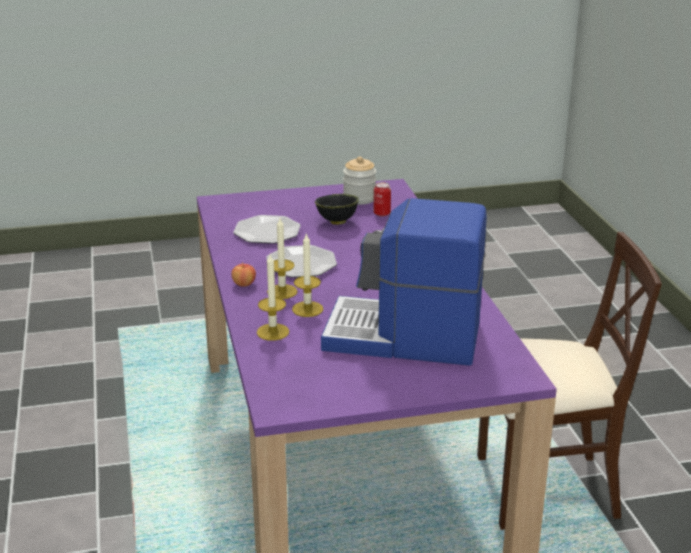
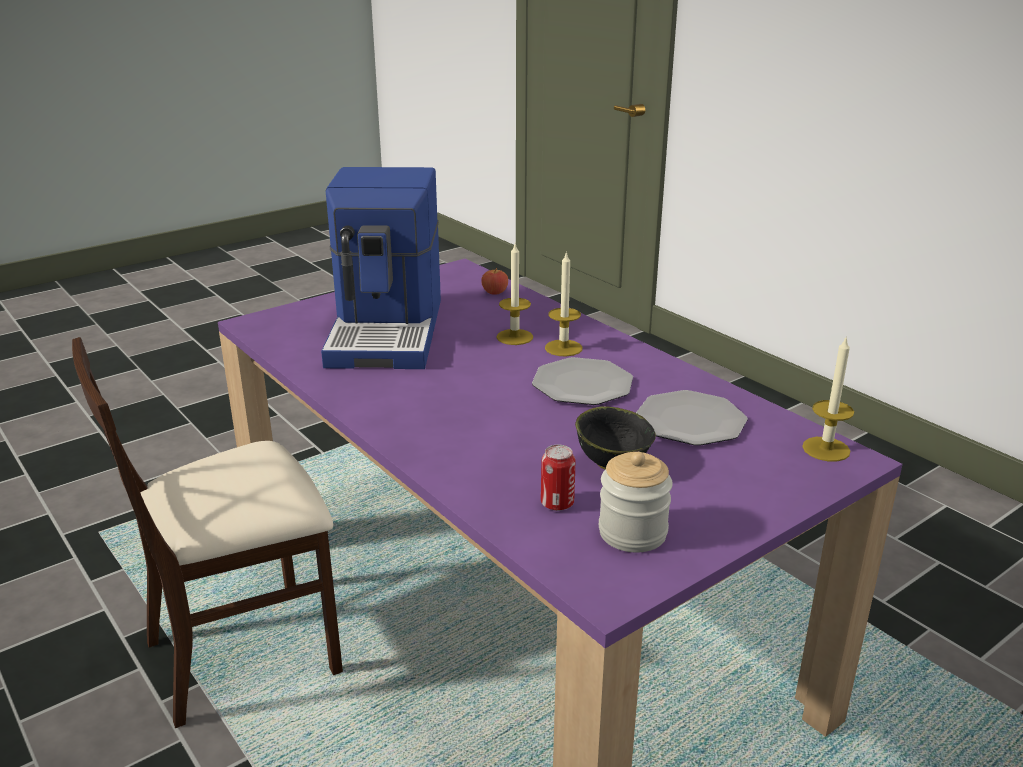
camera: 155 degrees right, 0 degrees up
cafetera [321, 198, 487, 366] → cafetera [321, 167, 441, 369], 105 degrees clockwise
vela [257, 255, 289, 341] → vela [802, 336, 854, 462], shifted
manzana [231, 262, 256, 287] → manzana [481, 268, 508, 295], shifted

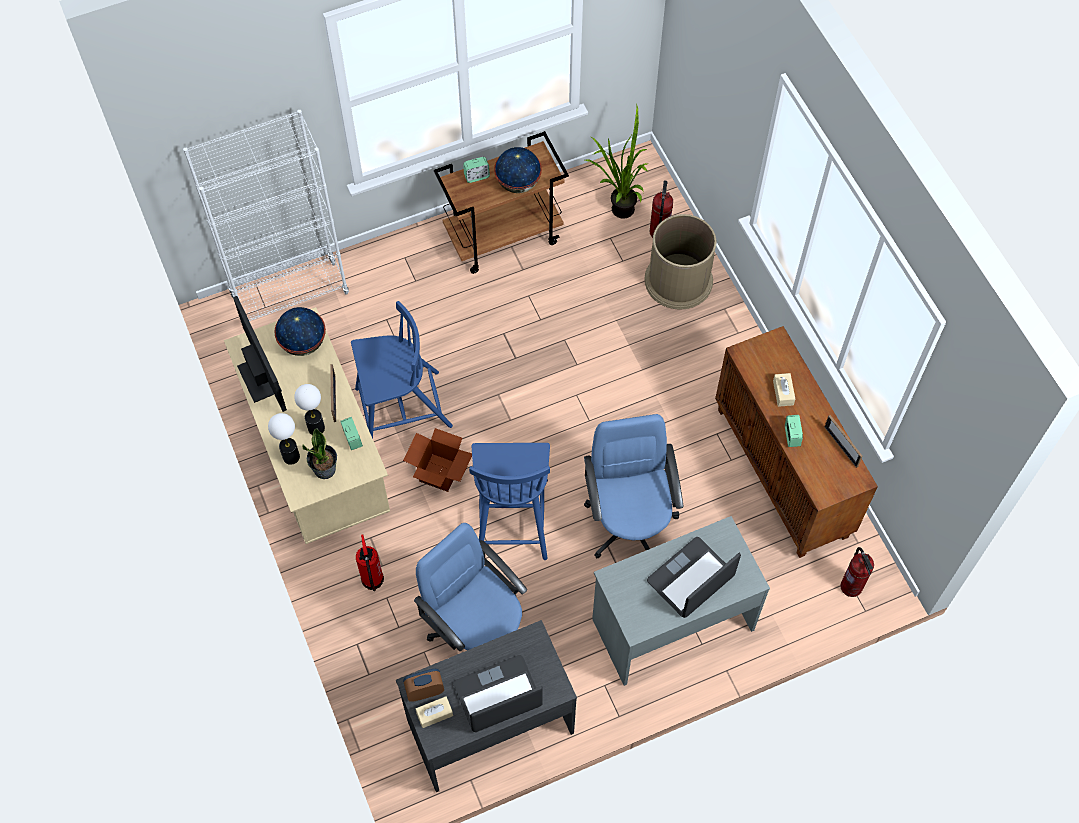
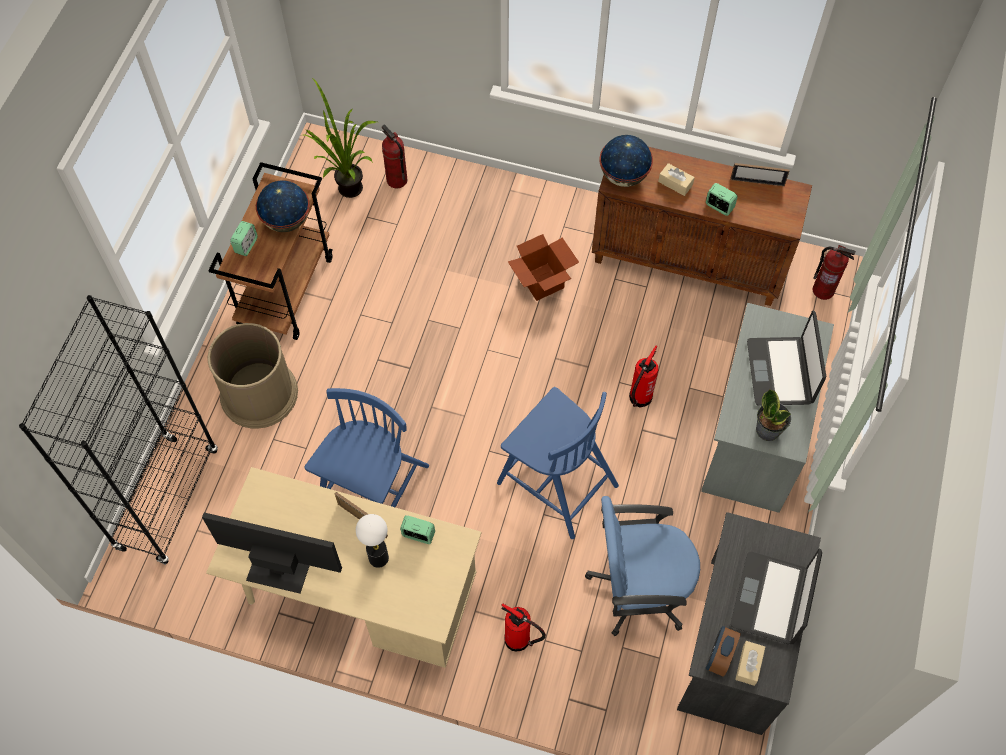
camera: 50 degrees left, 0 degrees up
estantería [blanco] [183, 110, 349, 321] → estantería [negro] [19, 295, 218, 565]
papelera [marrón] [644, 214, 717, 310] → papelera [marrón] [207, 323, 298, 429], shifted
globo terráqueo [274, 307, 326, 356] → globo terráqueo [599, 135, 653, 187], shifted
lámpara de mesa [268, 413, 300, 465] → -
silla de oficina [azul] [584, 414, 684, 558] → extintor [629, 346, 659, 407]
planta en maceta [302, 428, 337, 479] → planta en maceta [756, 389, 791, 441], shifted
caja de cartón [403, 428, 472, 492] → caja de cartón [508, 234, 579, 301], shifted

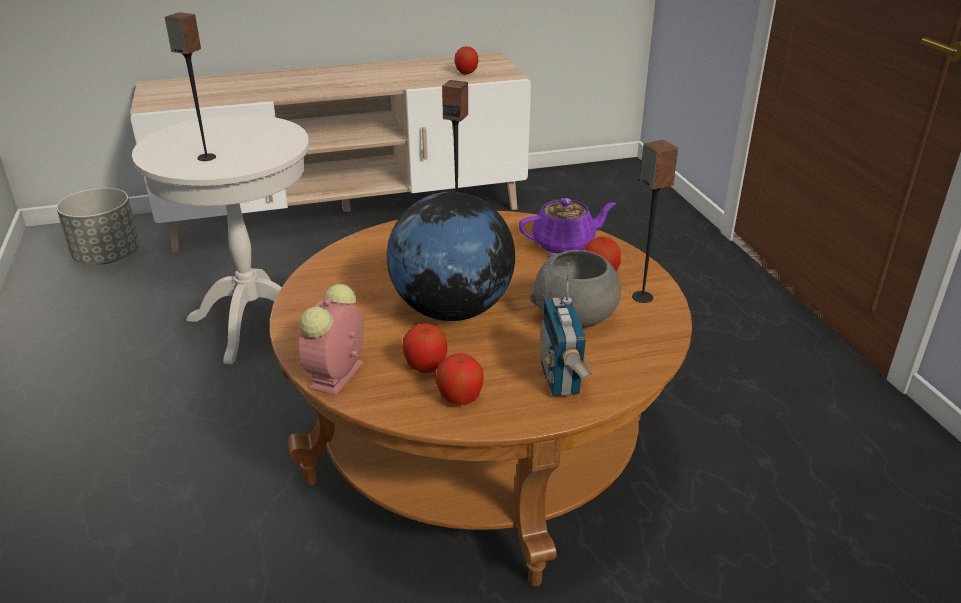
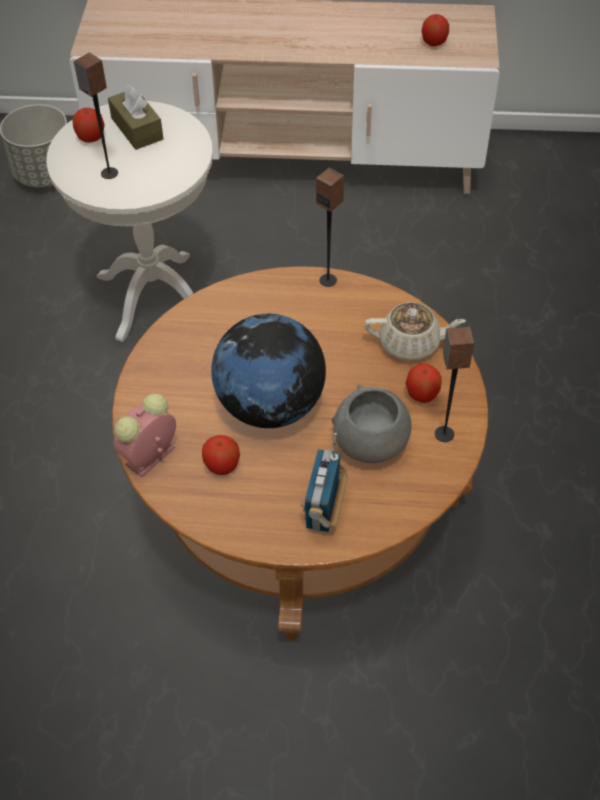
camera: 20 degrees right, 20 degrees up
tetera [morado] [519, 198, 616, 253] → tetera [beis] [364, 302, 466, 361]
manzana [436, 353, 483, 405] → manzana [72, 108, 105, 142], shifted
- → caja de pañuelos [marrón] [108, 85, 164, 150]

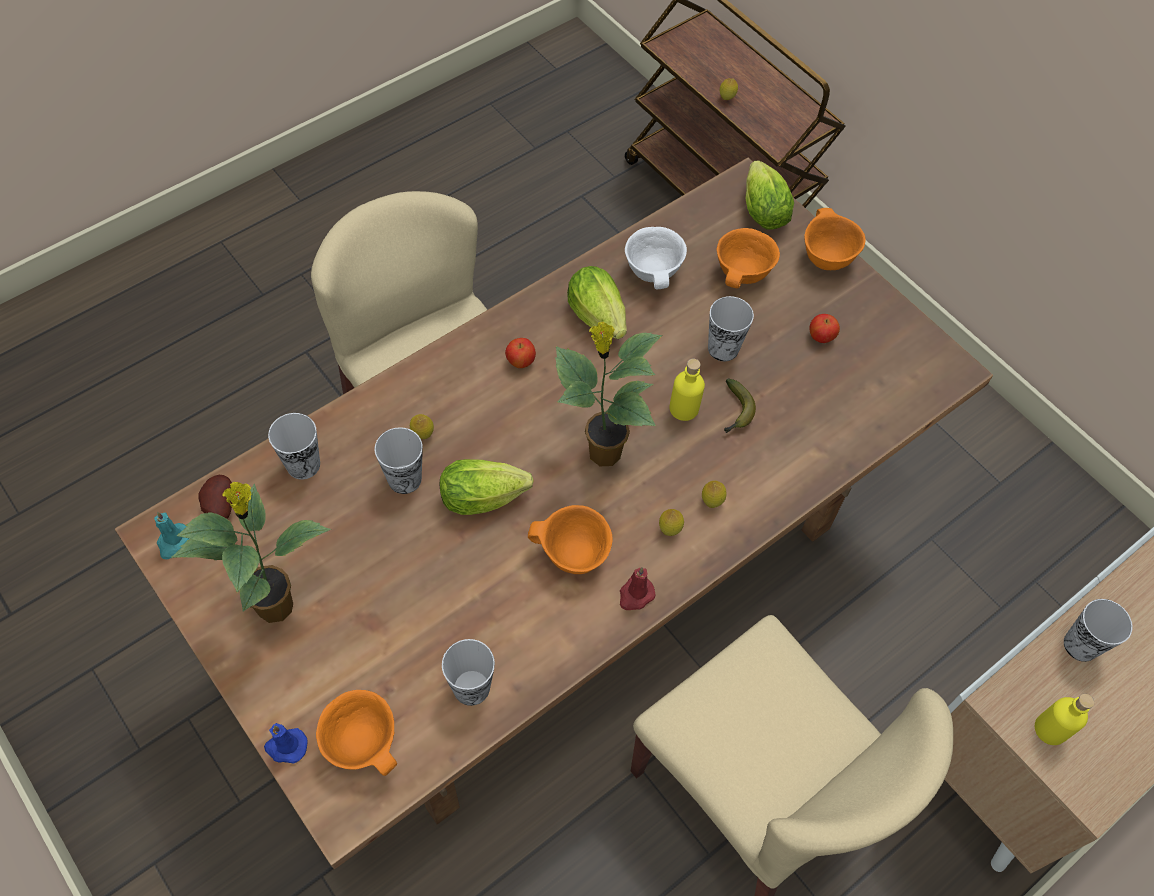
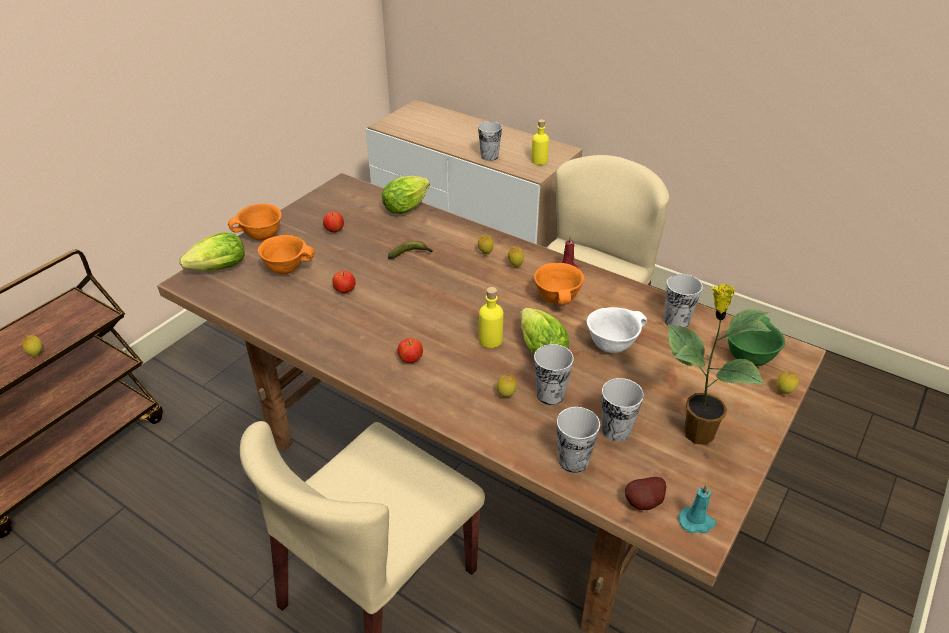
camera: 105 degrees left, 20 degrees down
cuenco [blanco] [625, 227, 687, 289] → cuenco [blanco] [587, 307, 647, 353], shifted
lechuga [567, 266, 627, 339] → lechuga [382, 176, 430, 214], shifted
taza [708, 296, 754, 361] → taza [602, 378, 644, 442], shifted
planta en maceta [555, 322, 663, 466] → -
botella [amarillo] [670, 359, 705, 421] → botella [amarillo] [479, 287, 503, 348], shifted
cuenco [naranja] [316, 690, 397, 776] → cuenco [verde] [727, 316, 785, 366]
vela [azul] [264, 723, 308, 764] → limón [776, 371, 799, 394]
- → manzana [332, 271, 355, 293]

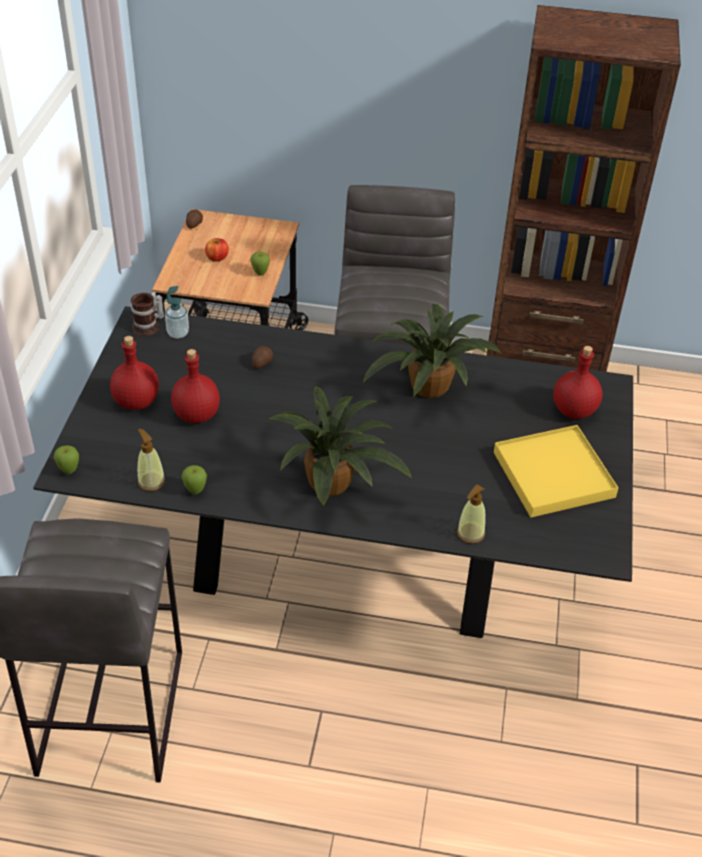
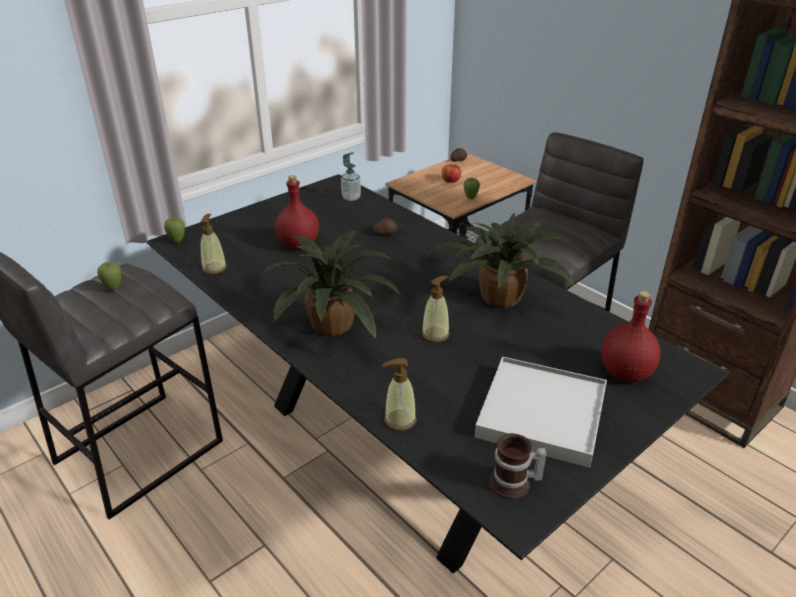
camera: 40 degrees right, 10 degrees down
taza grande [131, 293, 164, 336] → taza grande [489, 433, 546, 499], shifted
botella [rojo] [110, 336, 159, 410] → -
bandeja [amarillo] [494, 425, 618, 517] → bandeja [blanco] [475, 357, 607, 468]
manzana [181, 465, 207, 494] → manzana [97, 262, 121, 291], shifted
- → dispensador de jabón [422, 276, 450, 343]

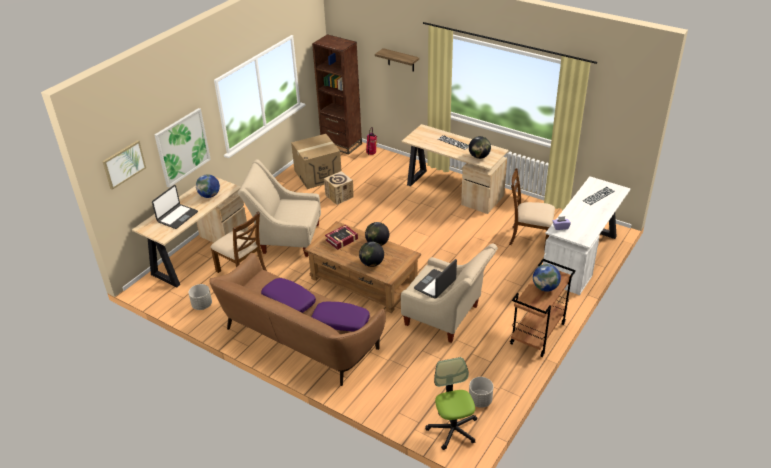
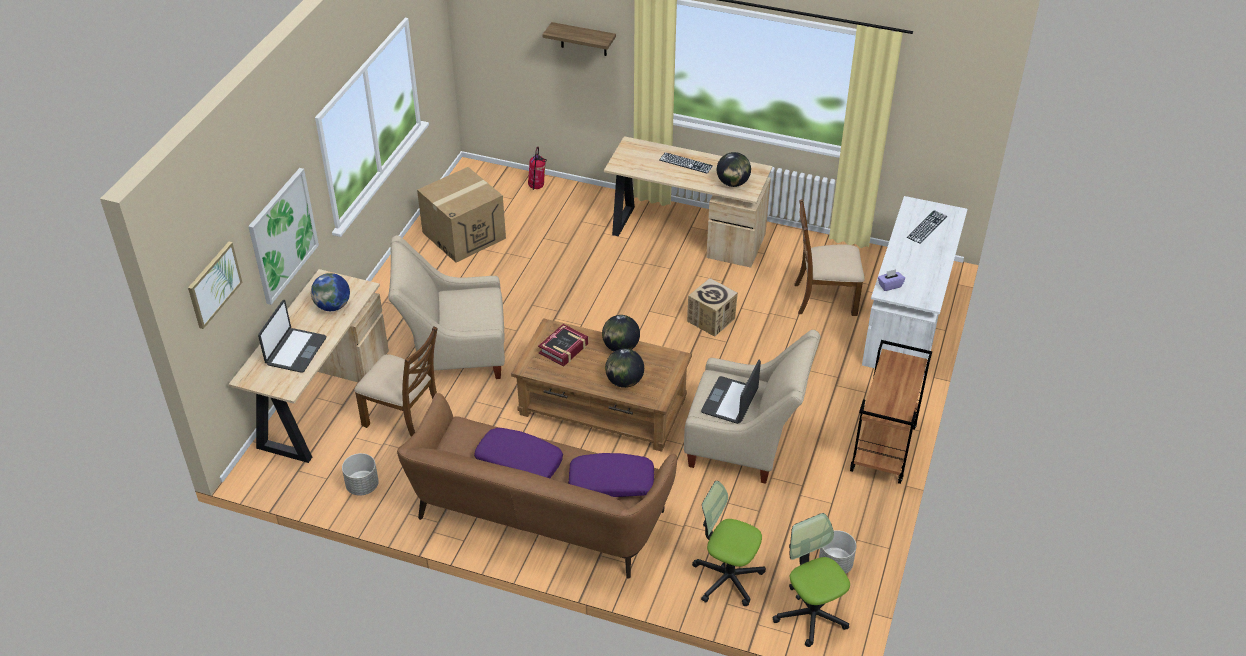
camera: 15 degrees left, 5 degrees up
estantería [marrón] [312, 34, 362, 155] → -
caja de cartón [324, 171, 354, 205] → caja de cartón [687, 278, 738, 337], shifted
globo terráqueo [533, 264, 561, 292] → -
- → silla de oficina [692, 481, 766, 606]

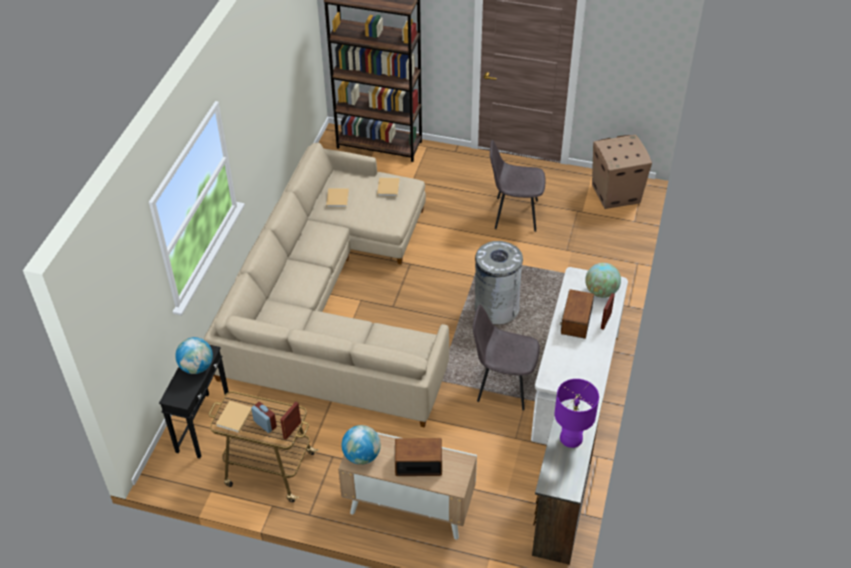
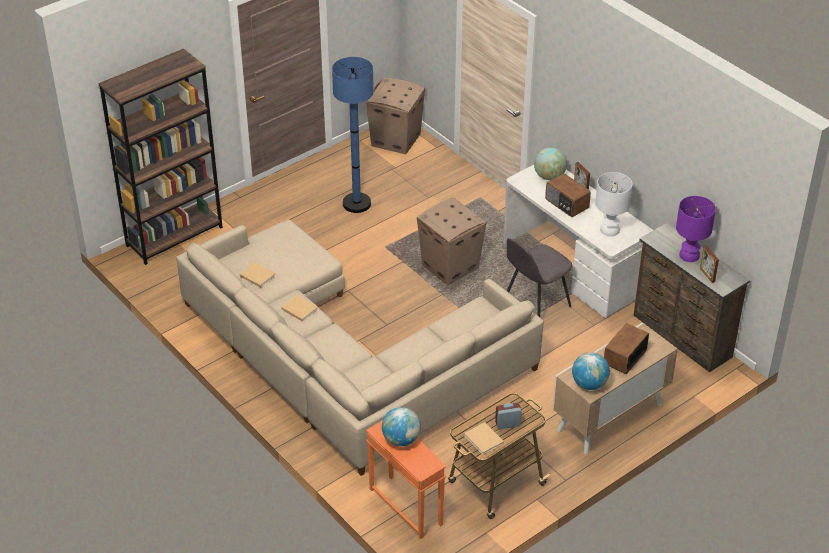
camera: 55 degrees left, 5 degrees down
silla [gris] [490, 140, 545, 232] → lámpara de pie [azul] [332, 57, 374, 213]
libro [beis] [377, 177, 400, 197] → libro [beis] [281, 295, 318, 322], shifted
papelera [gris] [475, 241, 523, 325] → caja de cartón [417, 198, 487, 285]
mesa auxiliar [negro] [159, 345, 229, 458] → mesa auxiliar [naranja] [366, 420, 446, 539]
portarretratos [280, 402, 301, 440] → portarretratos [700, 245, 719, 283], shifted
- → lámpara de mesa [blanco] [595, 172, 632, 237]

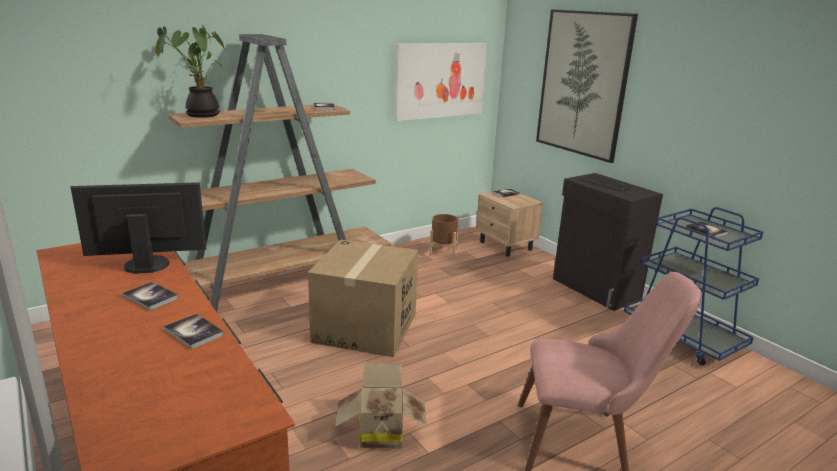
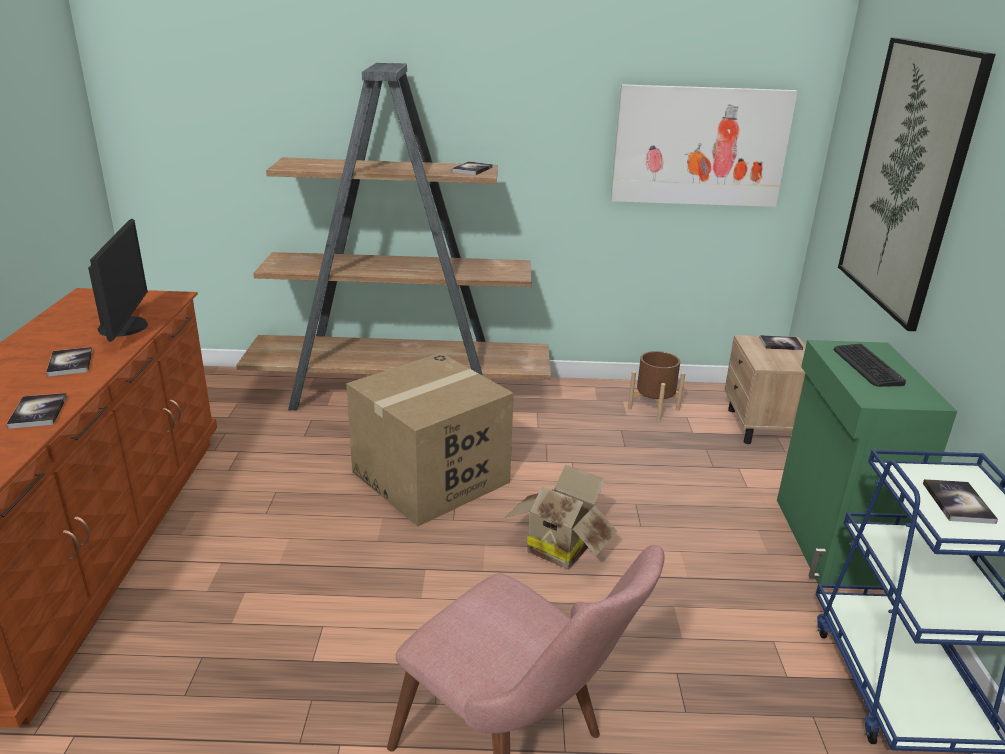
camera: 35 degrees right, 5 degrees up
planta en maceta [156, 25, 225, 118] → -
armario [negro] [553, 173, 663, 311] → armario [verde] [777, 340, 957, 586]
monitor [71, 182, 206, 274] → monitor [88, 219, 148, 342], 60 degrees clockwise
caja de cartón [335, 364, 426, 449] → caja de cartón [504, 465, 617, 569], shifted

